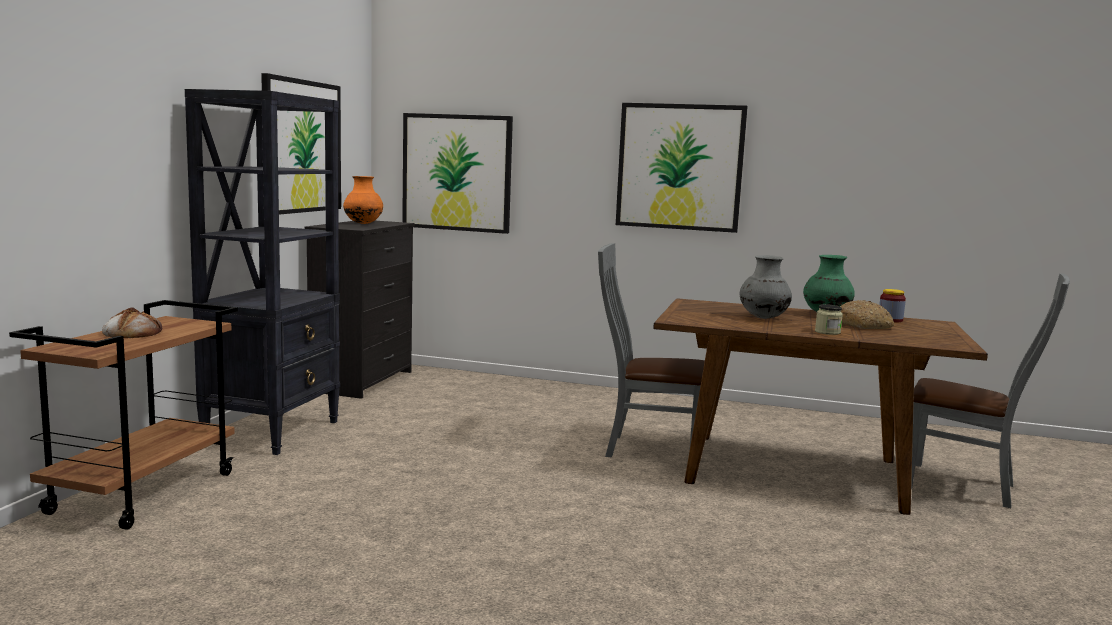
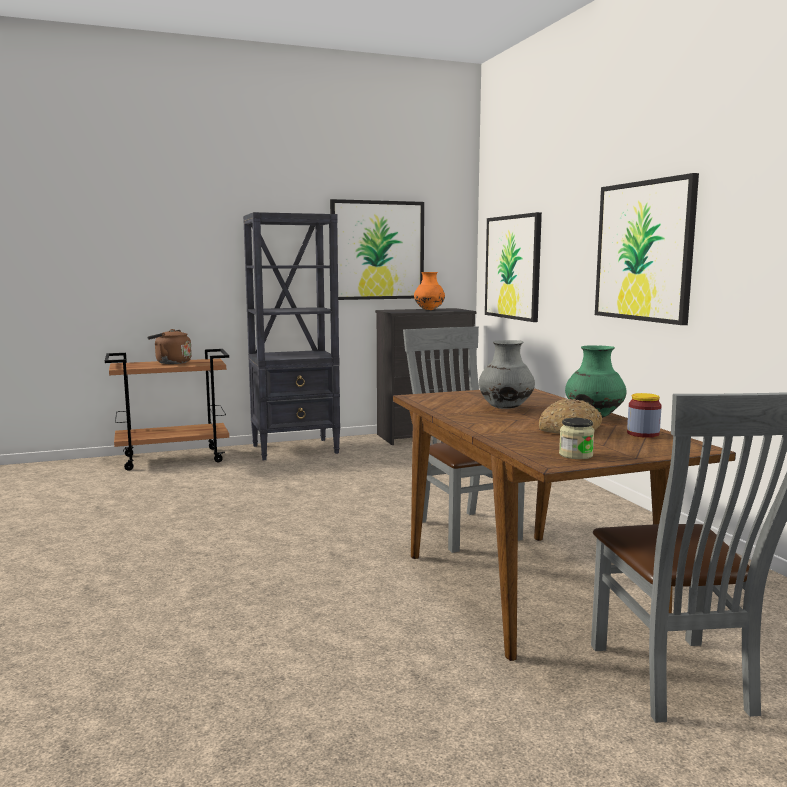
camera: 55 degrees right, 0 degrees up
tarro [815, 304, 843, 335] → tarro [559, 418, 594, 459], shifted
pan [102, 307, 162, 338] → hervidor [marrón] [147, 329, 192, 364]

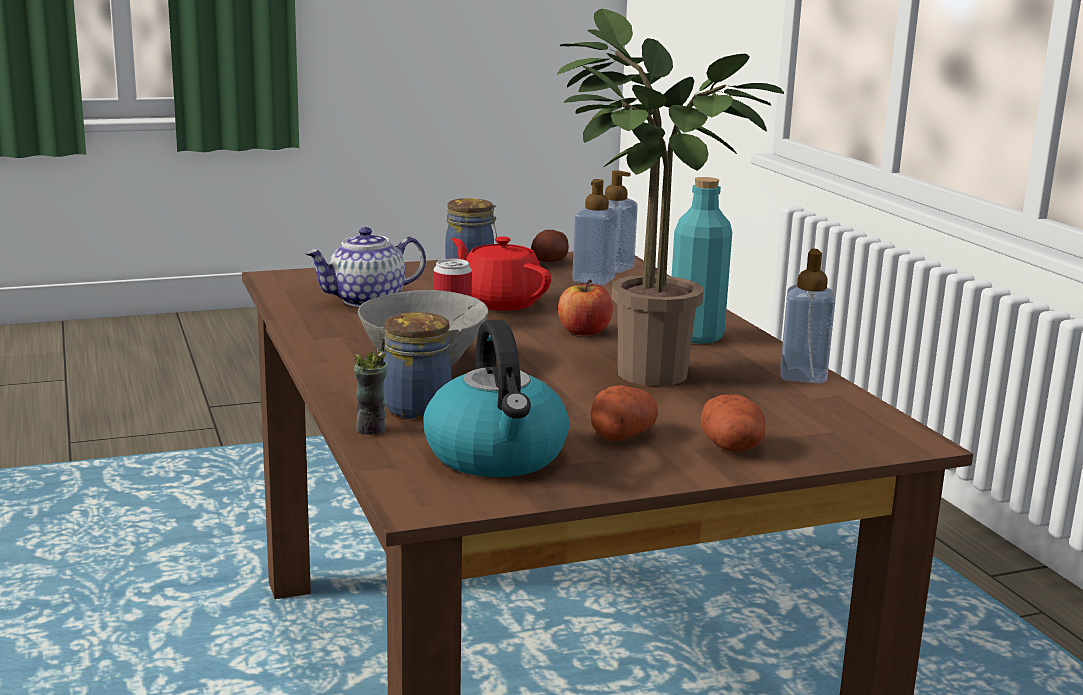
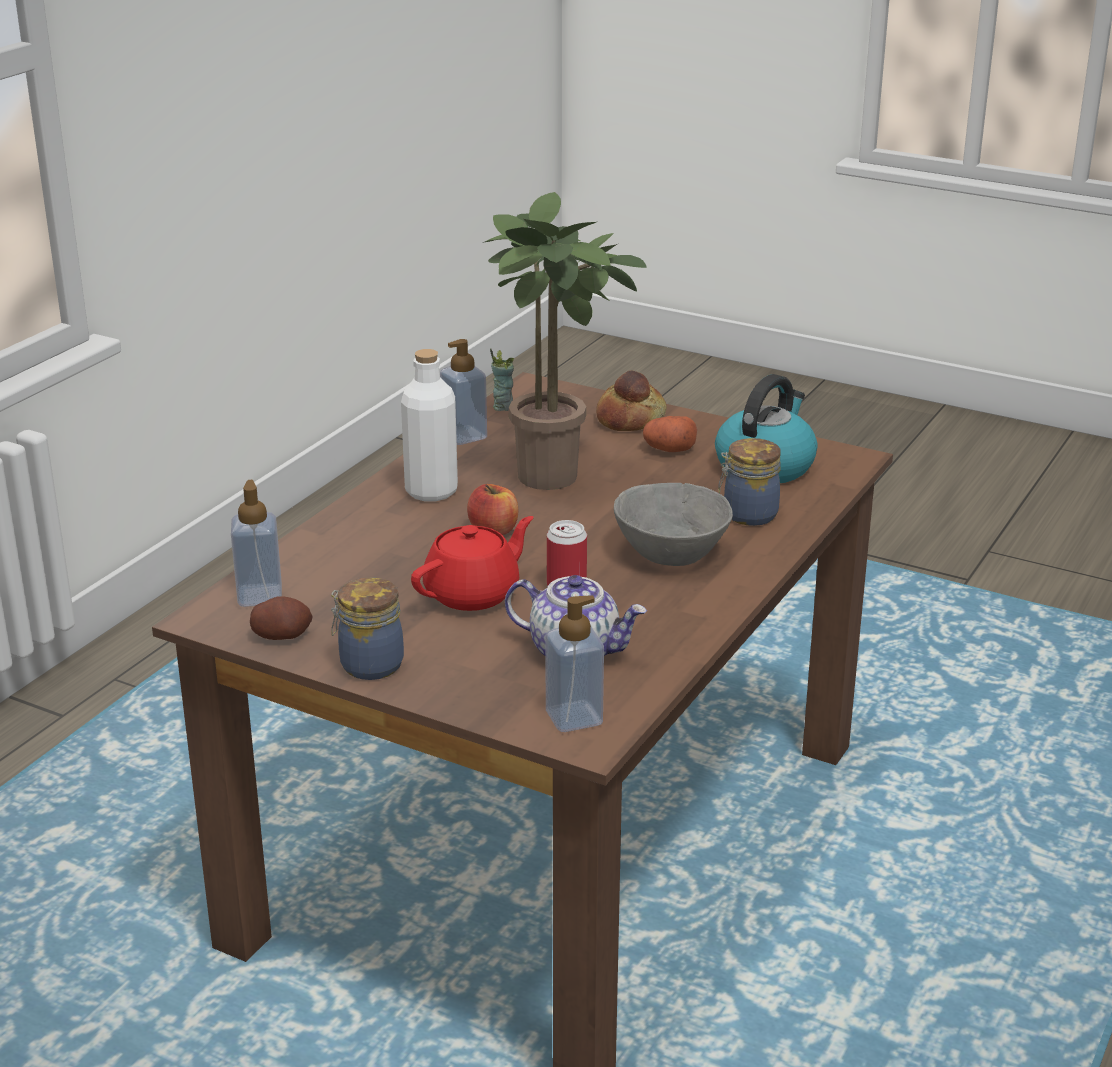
camera: 130 degrees left, 10 degrees up
botella [turquesa] [672, 177, 732, 344] → botella [blanco] [401, 349, 458, 501]
dispensador de jabón [572, 179, 618, 285] → dispensador de jabón [545, 595, 604, 732], shifted
tetera [rojo] [451, 236, 551, 311] → tetera [rojo] [411, 516, 534, 611], 135 degrees counterclockwise
taza [354, 338, 388, 435] → taza [490, 348, 514, 411], shifted
patata [700, 394, 766, 452] → pan [596, 370, 667, 431]

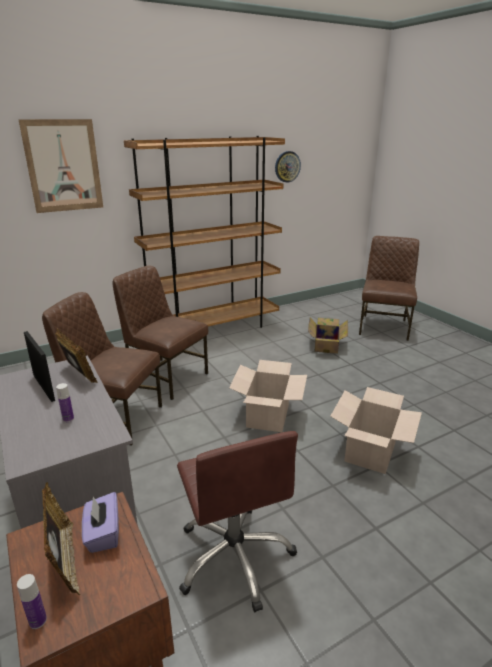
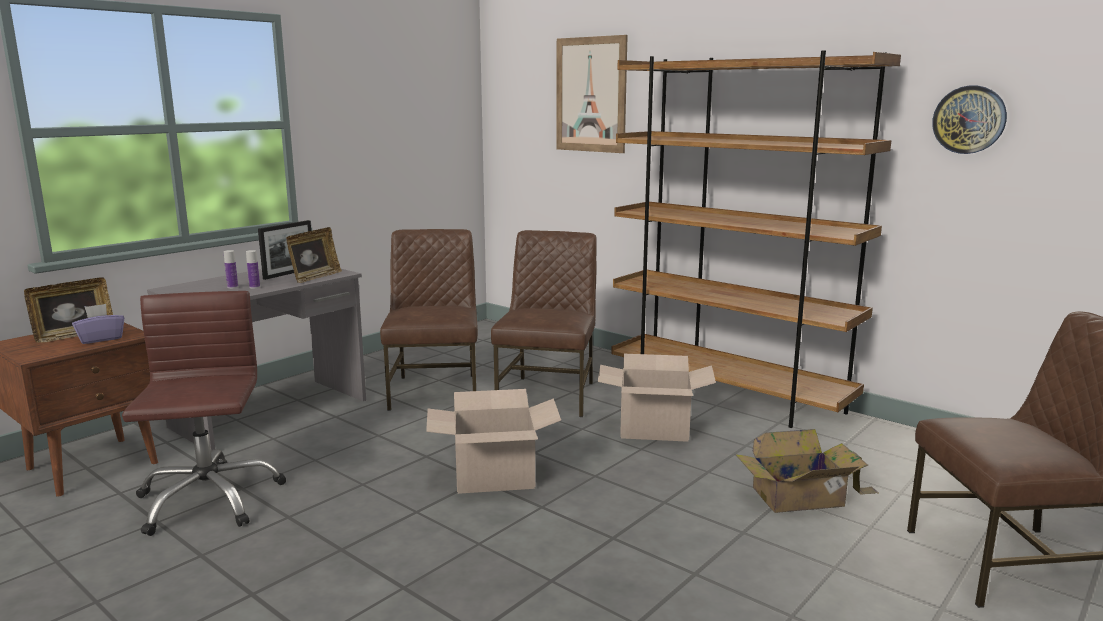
camera: 70 degrees right, 10 degrees down
caja de cartón [330, 387, 422, 474] → caja de cartón [598, 354, 716, 442], shifted
silla de oficina [marrón] [177, 431, 298, 612] → silla de oficina [marrón] [122, 291, 286, 536], 120 degrees clockwise
botella [17, 574, 47, 629] → botella [246, 250, 260, 289], shifted

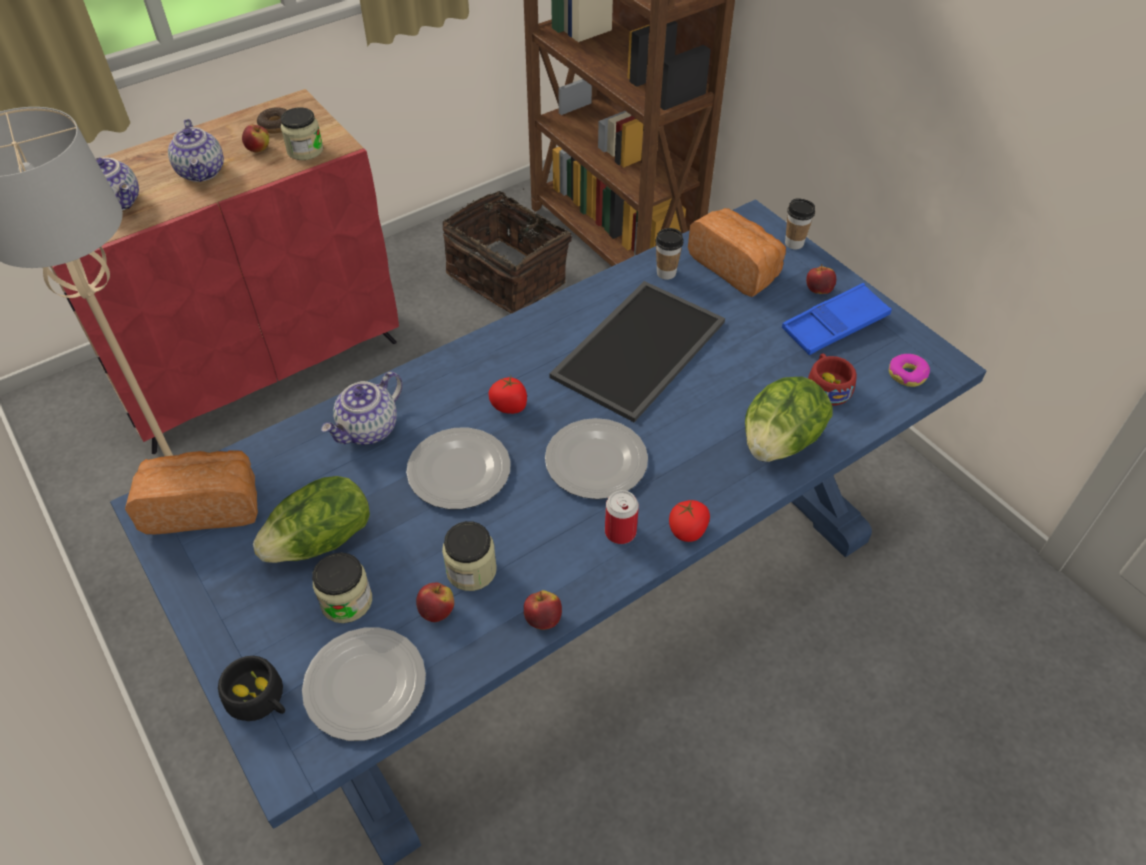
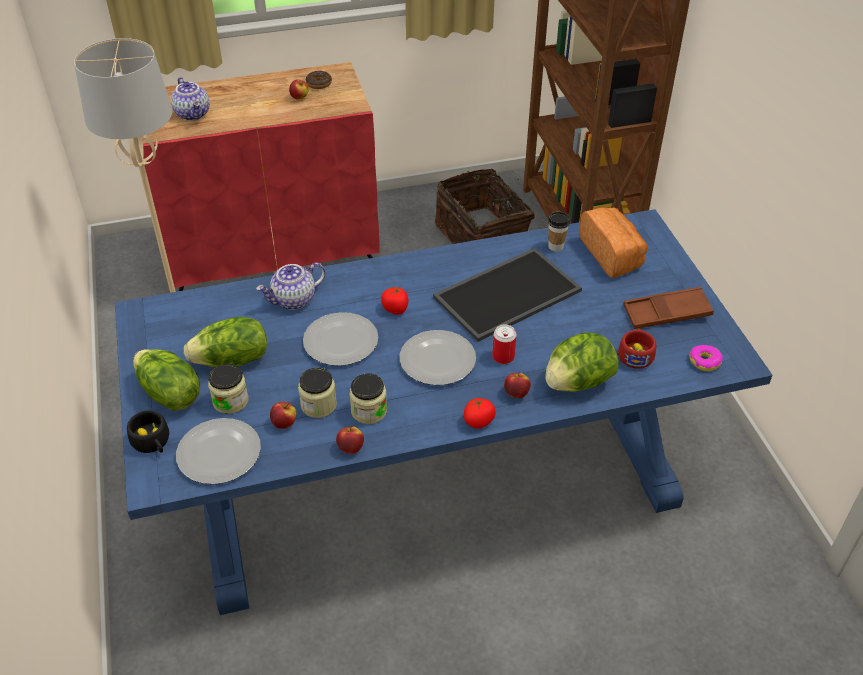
camera: 20 degrees right, 5 degrees down
tarro [281, 107, 324, 160] → tarro [349, 373, 387, 424], shifted
tetera [168, 119, 224, 182] → -
taza [785, 198, 815, 250] → -
manzana [806, 264, 836, 294] → manzana [504, 372, 531, 398], shifted
bandeja [azul] [782, 283, 892, 355] → bandeja [marrón] [624, 287, 714, 329]
pan [125, 450, 258, 534] → -
lata [605, 490, 639, 544] → lata [492, 324, 516, 364], shifted
- → lechuga [133, 349, 200, 411]

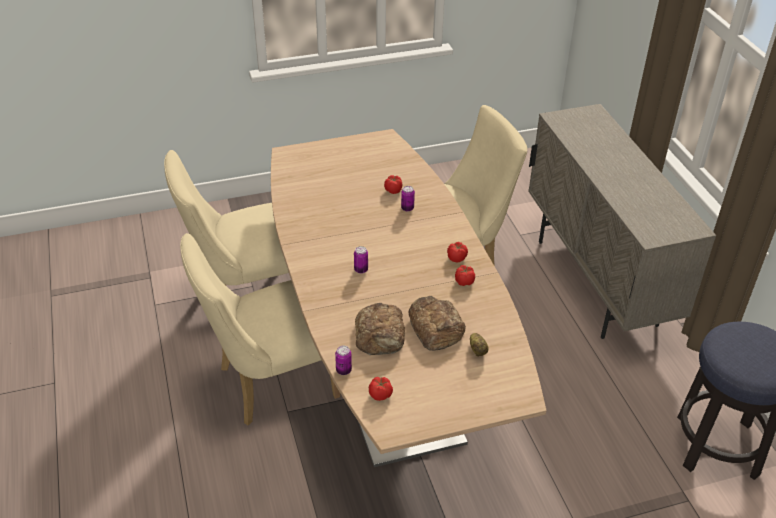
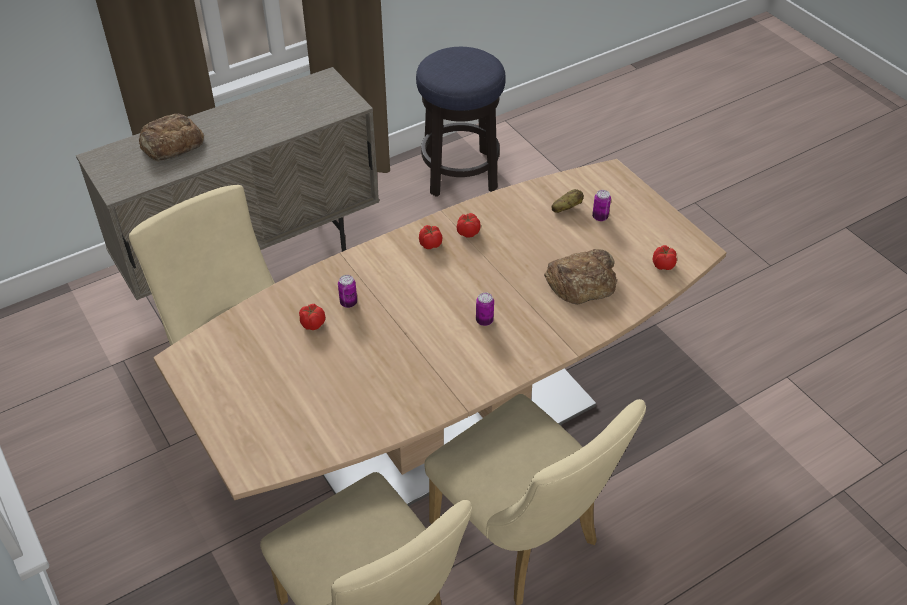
camera: 105 degrees left, 5 degrees up
pan [408, 296, 466, 351] → pan [139, 114, 204, 161], shifted
lata [335, 346, 352, 375] → lata [592, 190, 611, 221], shifted

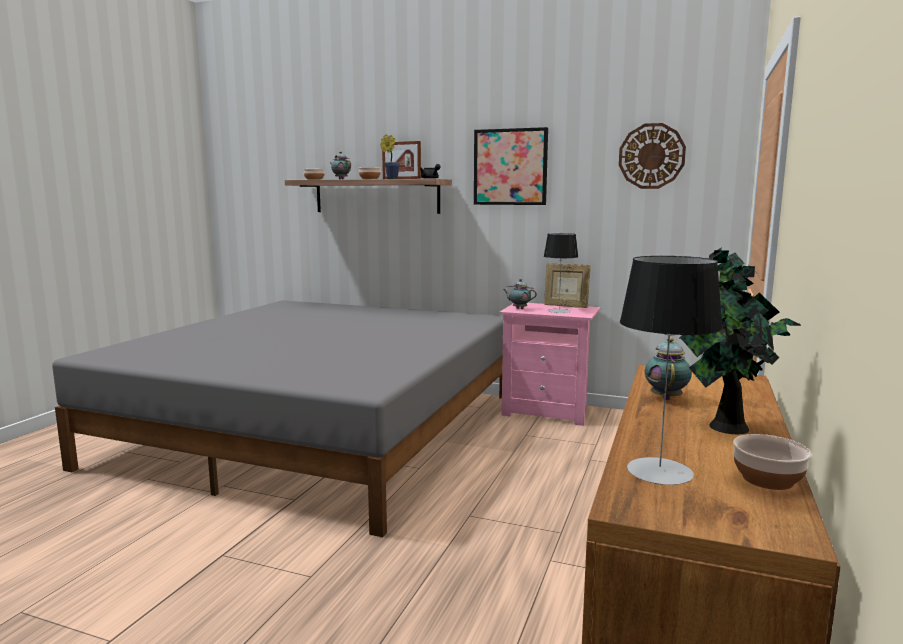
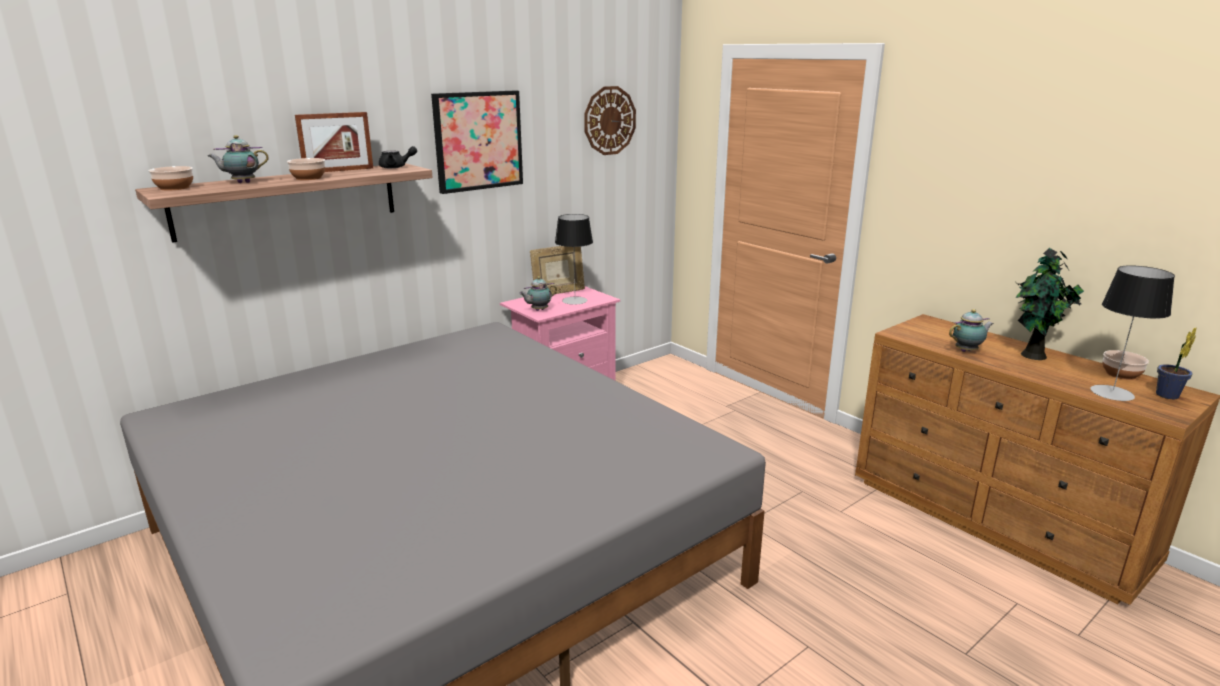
camera: 60 degrees left, 10 degrees up
planta en maceta [380, 134, 400, 179] → planta en maceta [1156, 328, 1196, 399], shifted
tetera [645, 337, 692, 400] → tetera [949, 309, 993, 352], 120 degrees clockwise

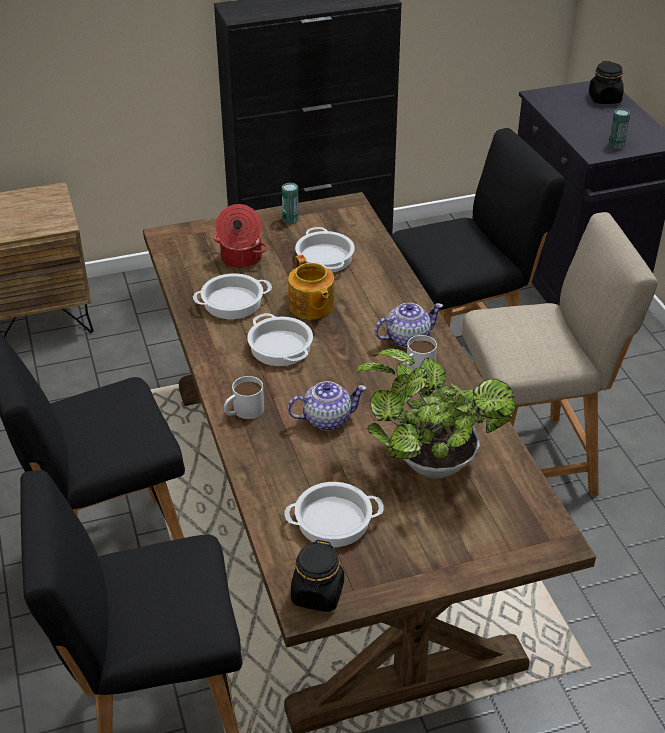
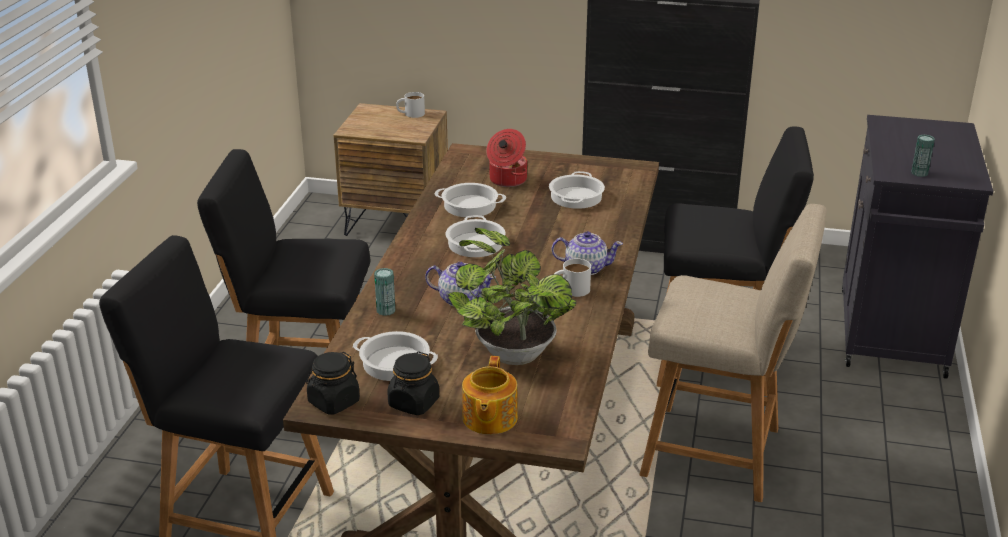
camera: 30 degrees right, 10 degrees down
tarro [negro] [589, 61, 624, 104] → tarro [negro] [387, 351, 439, 415], shifted
lata [282, 183, 299, 224] → lata [374, 268, 395, 316], shifted
tetera [288, 255, 335, 319] → tetera [462, 356, 518, 434], shifted
taza grande [blanco] [224, 376, 264, 419] → taza grande [blanco] [396, 92, 425, 118], shifted

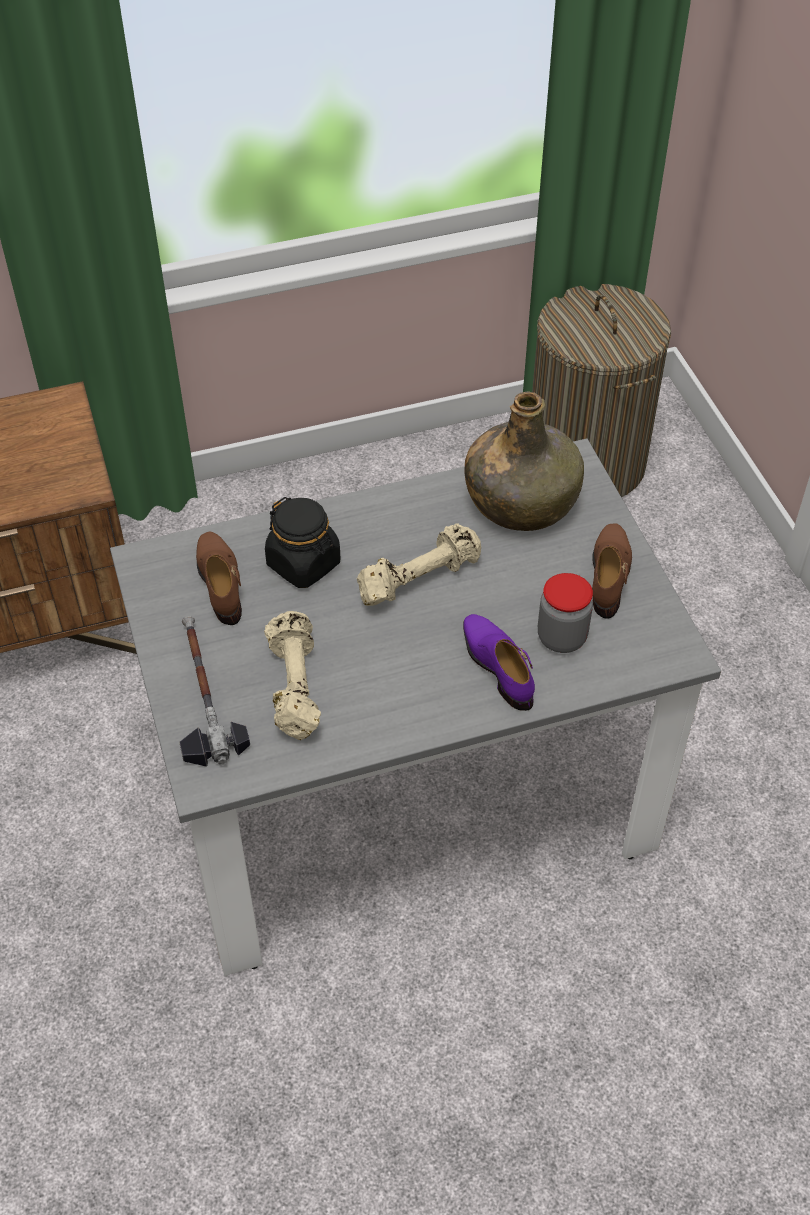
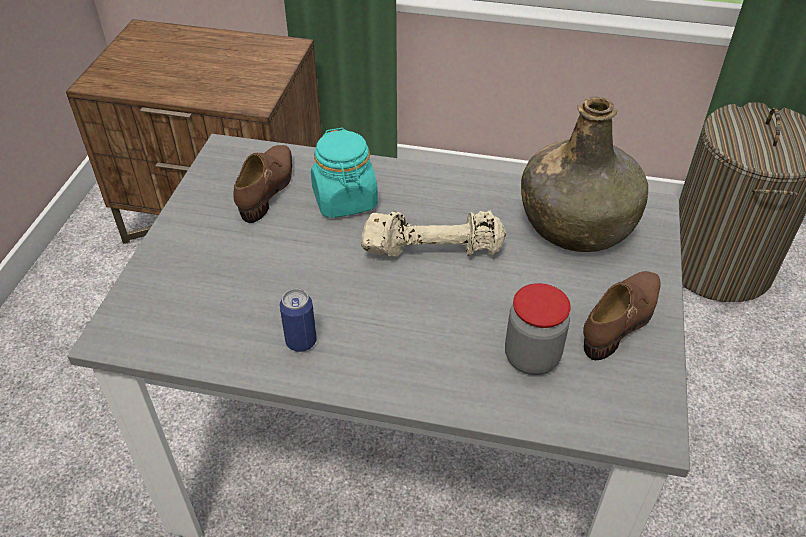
camera: 30 degrees right, 5 degrees down
tarro [negro] [265, 497, 341, 588] → tarro [turquesa] [311, 128, 378, 218]
mancuerna [beis] [264, 611, 321, 740] → -
zapato [morado] [463, 614, 535, 711] → -
martillo [179, 616, 250, 767] → -
- → lata [280, 289, 317, 352]

